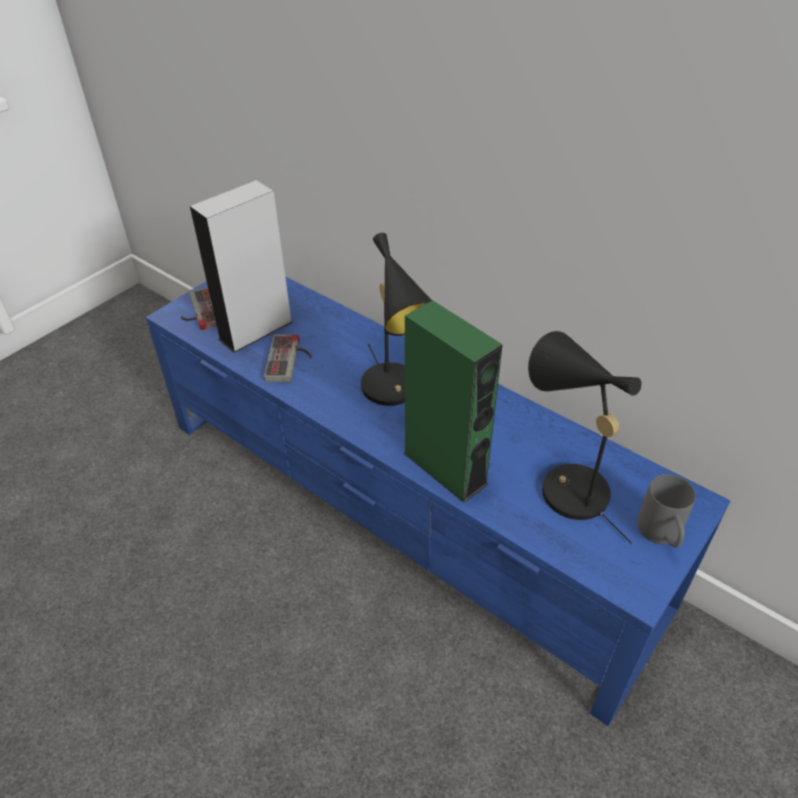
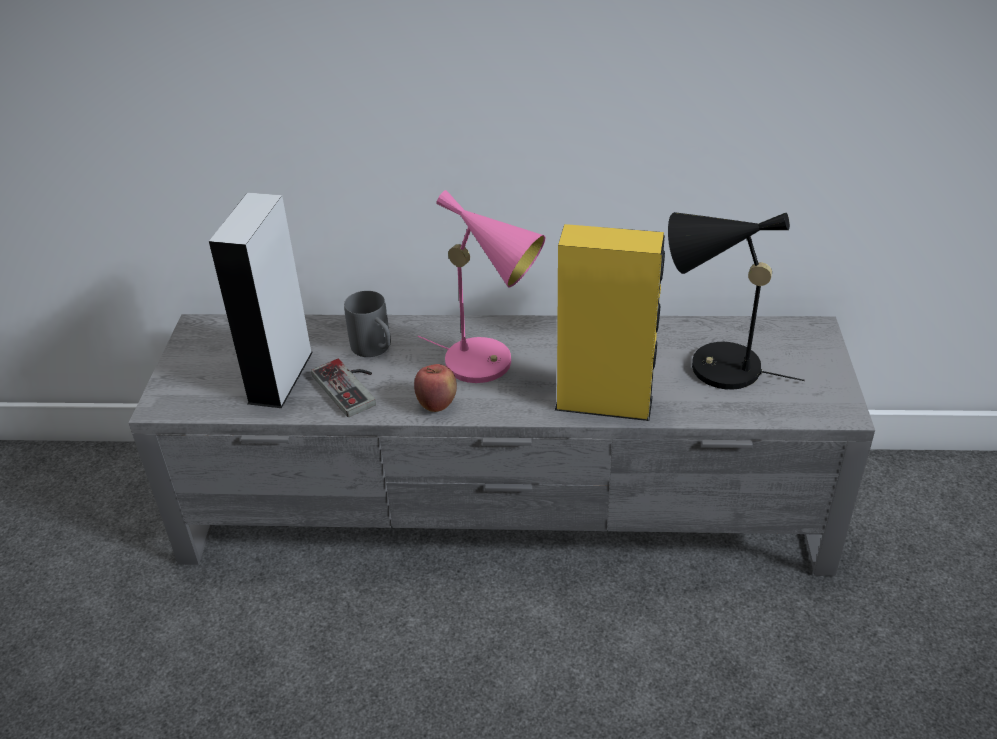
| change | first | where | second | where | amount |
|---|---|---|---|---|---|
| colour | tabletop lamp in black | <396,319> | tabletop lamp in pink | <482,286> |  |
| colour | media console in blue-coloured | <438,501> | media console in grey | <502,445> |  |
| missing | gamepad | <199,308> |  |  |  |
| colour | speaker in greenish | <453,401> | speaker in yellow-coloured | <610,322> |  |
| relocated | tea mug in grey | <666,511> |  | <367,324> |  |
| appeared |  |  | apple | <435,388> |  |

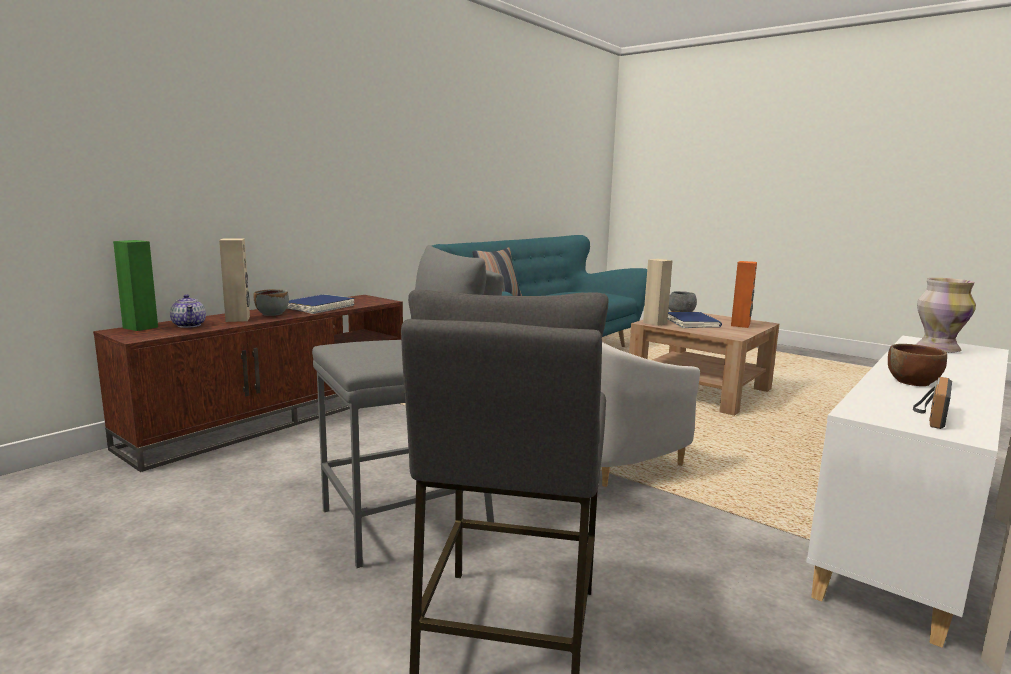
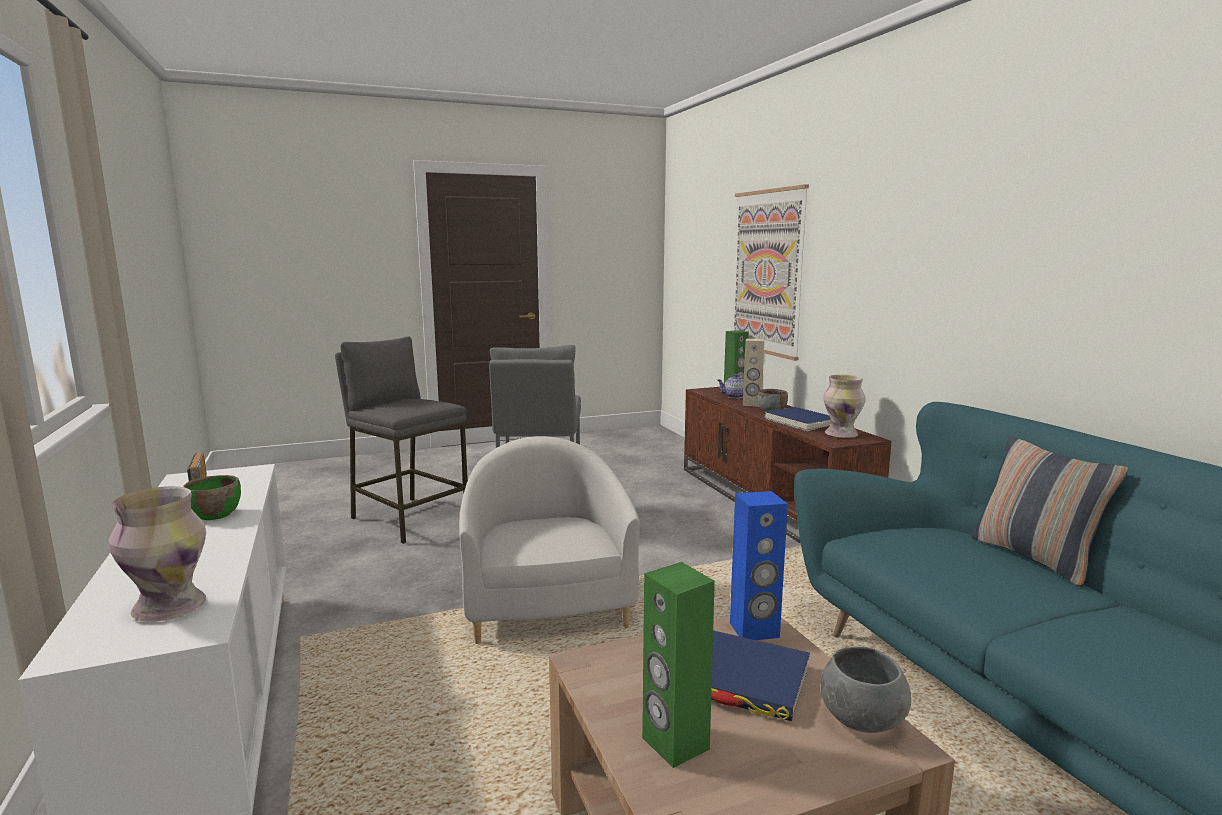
| change | first | where | second | where | amount |
|---|---|---|---|---|---|
| colour | speaker in beige | <658,292> | speaker in blue-coloured | <759,565> |  |
| colour | speaker in orangey | <744,294> | speaker in greenish | <678,665> |  |
| colour | serving bowl in brown-coloured | <917,365> | serving bowl in greenish | <212,497> |  |
| appeared |  |  | wall art | <770,272> |  |
| appeared |  |  | decorative vase | <844,406> |  |

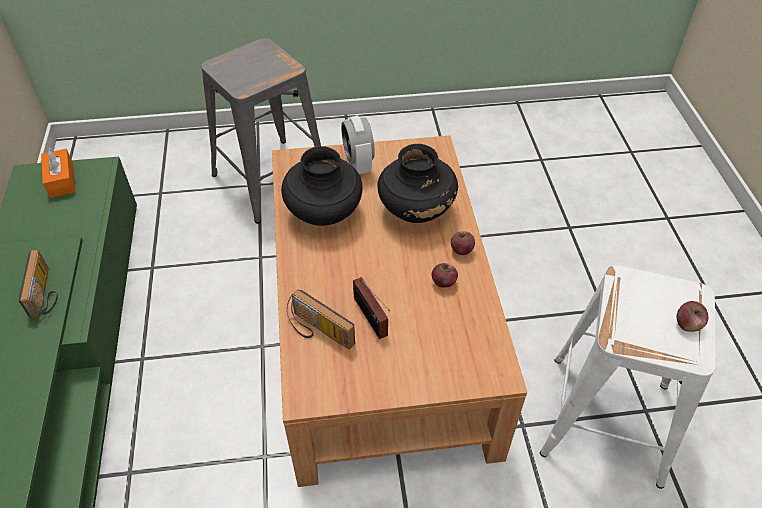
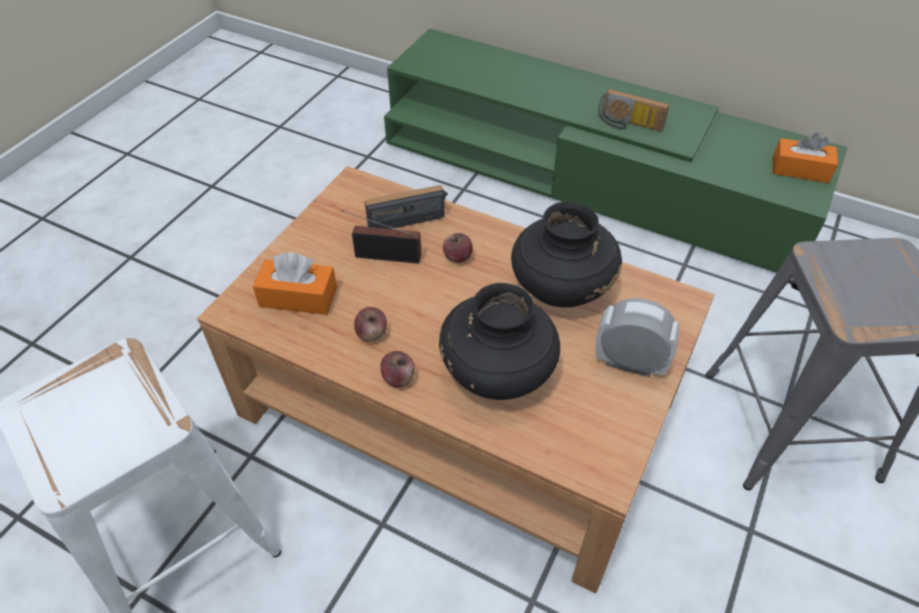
| change | first | where | second | where | amount |
|---|---|---|---|---|---|
| relocated | apple | <692,316> |  | <458,248> |  |
| appeared |  |  | box of tissues in orangey | <295,283> |  |

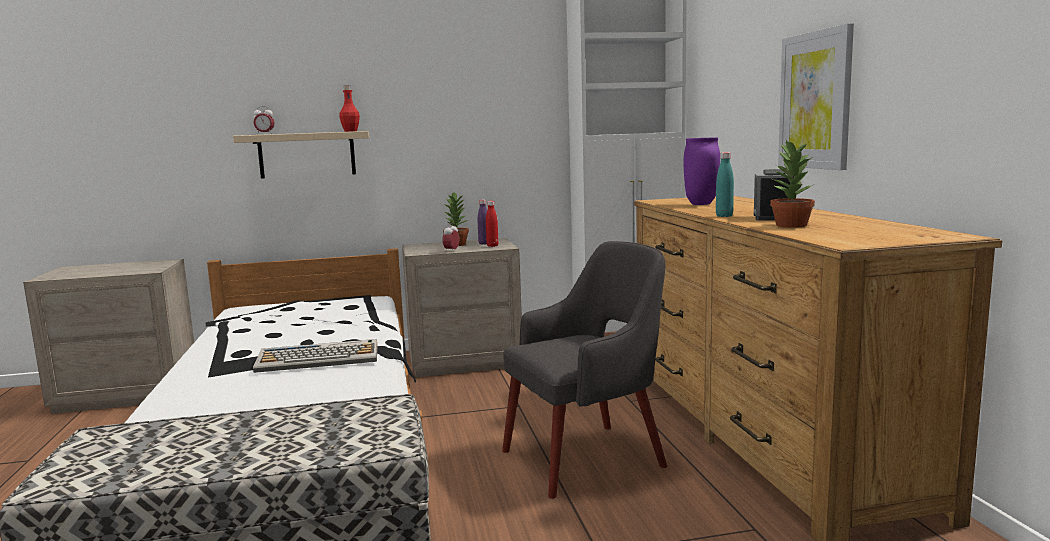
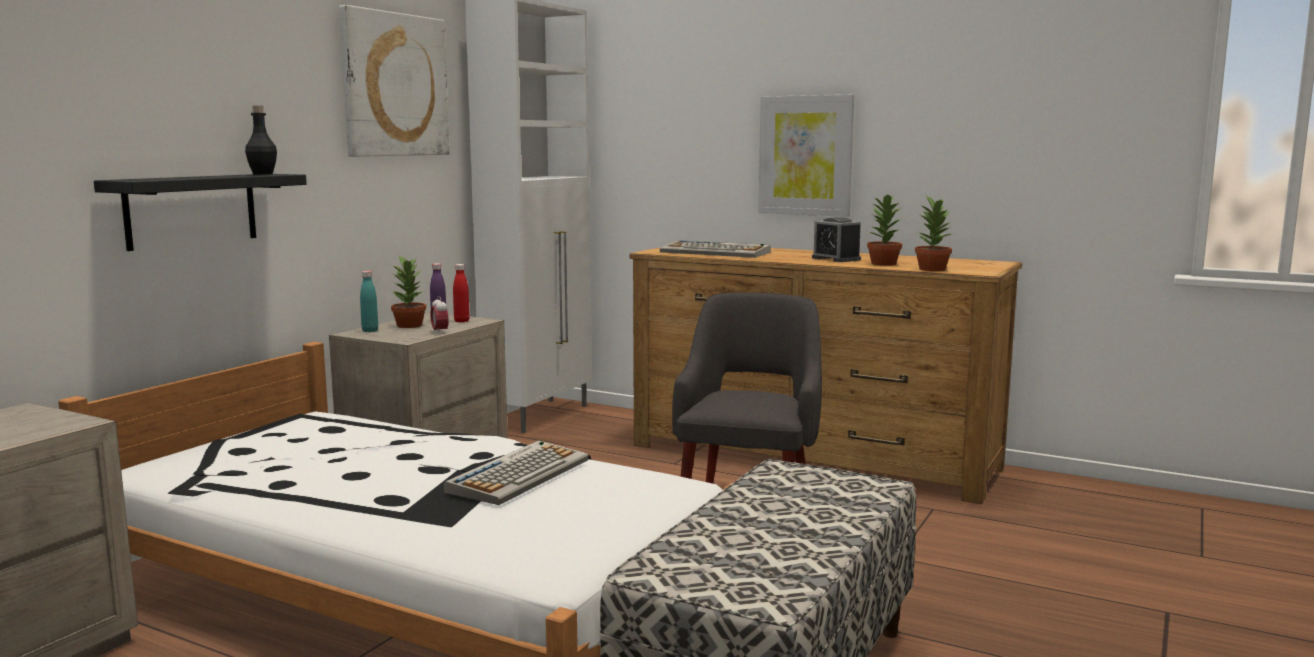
| change | first | where | second | where | amount |
|---|---|---|---|---|---|
| colour | drink bottle in red-coloured | <349,108> | drink bottle in black | <261,140> |  |
| missing | bedside clock | <263,120> |  |  |  |
| colour | wall shelf in beige | <301,155> | wall shelf in black | <200,212> |  |
| exchanged | decorative vase in purplish | <702,171> | keyboard | <715,249> |  |
| relocated | drink bottle in turquoise-coloured | <725,184> |  | <369,301> |  |
| appeared |  |  | wall art | <394,81> |  |
| appeared |  |  | potted plant | <934,233> |  |

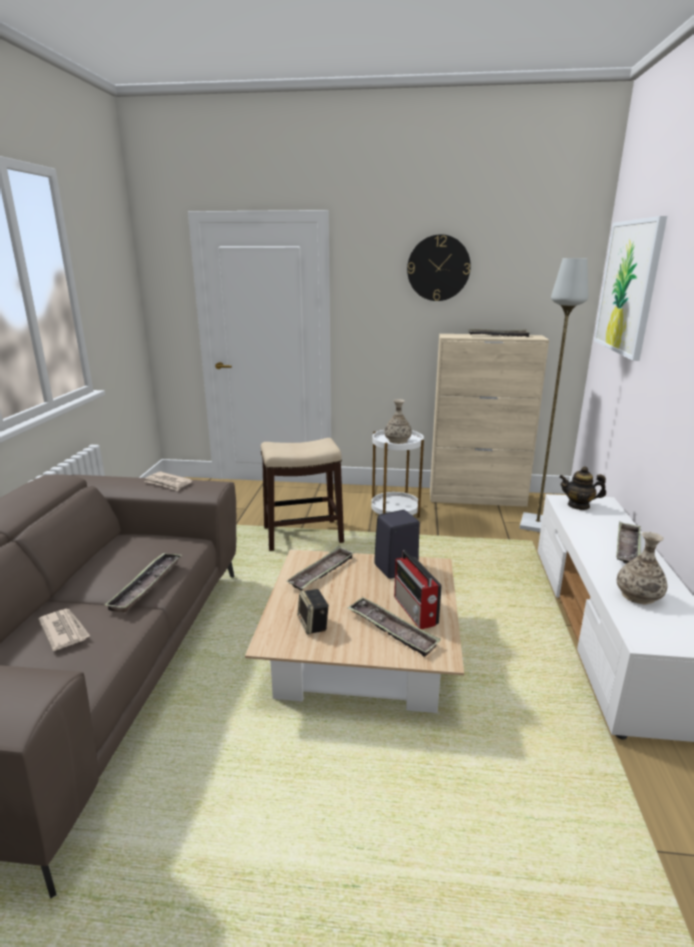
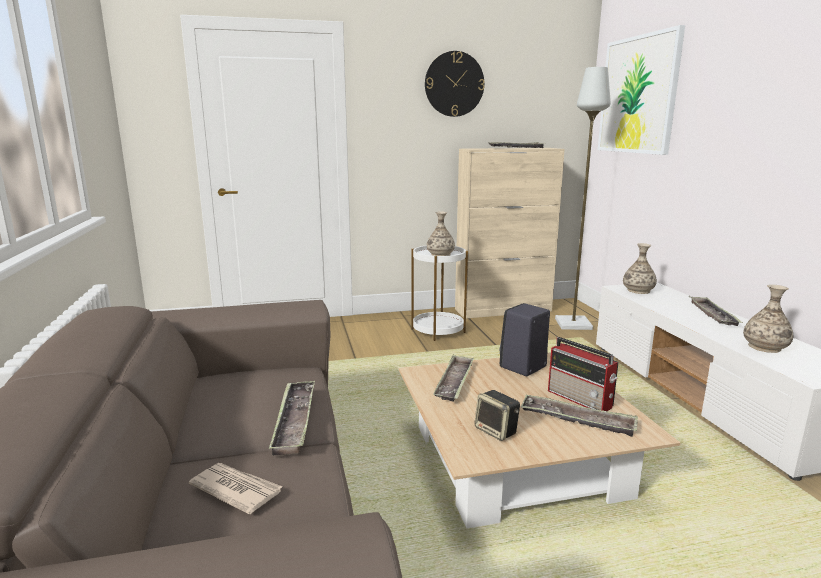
| change | first | where | second | where | amount |
|---|---|---|---|---|---|
| missing | sitting stool | <302,494> |  |  |  |
| exchanged | tea pot | <582,488> | decorative vase | <640,268> |  |
| missing | printed paper | <168,481> |  |  |  |

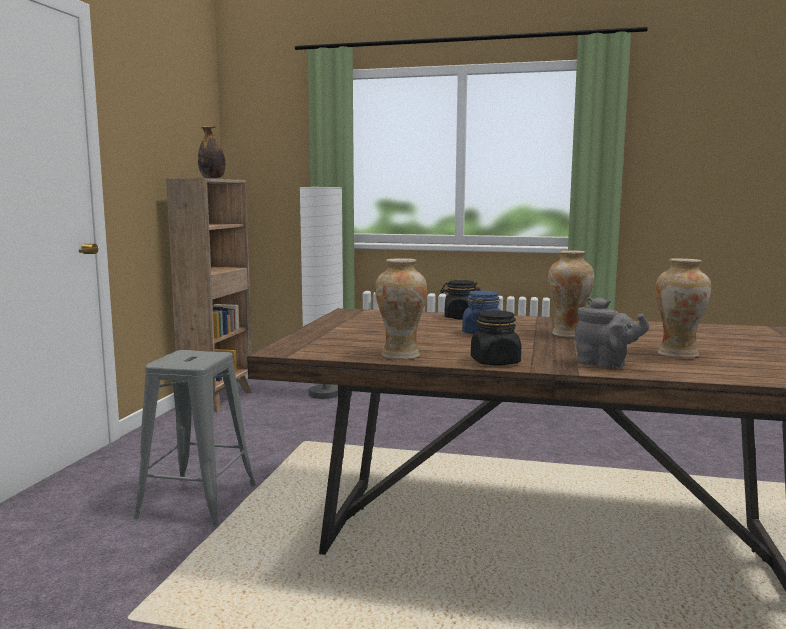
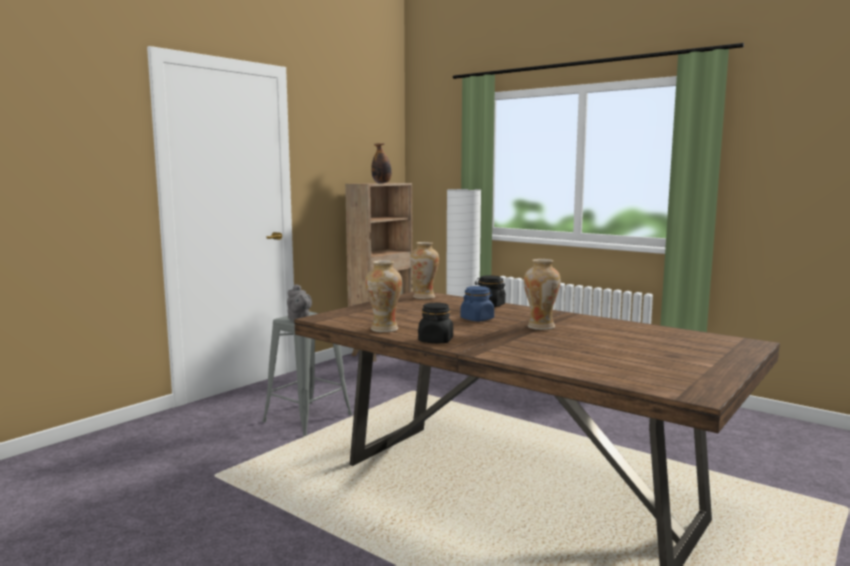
| change | first | where | second | where | amount |
|---|---|---|---|---|---|
| relocated | decorative vase | <683,308> |  | <424,270> |  |
| relocated | tea pot in grey | <612,332> |  | <299,302> |  |

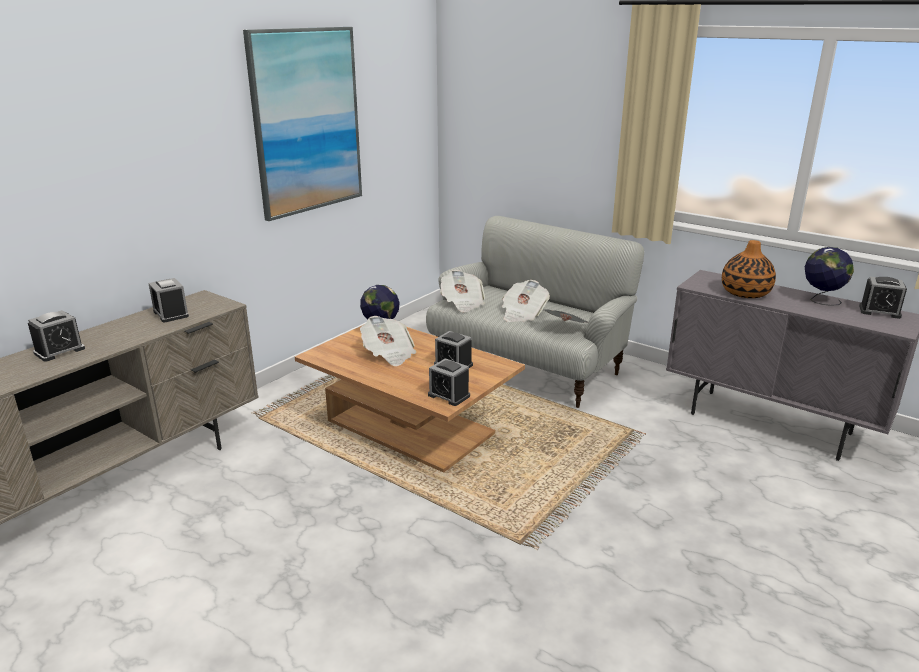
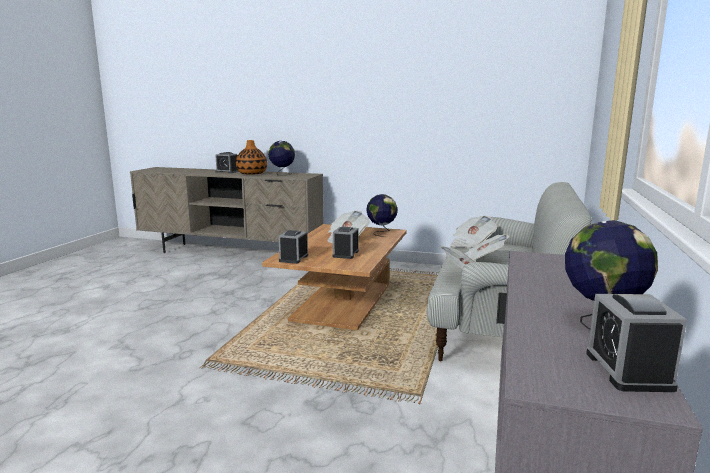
| change | first | where | second | where | amount |
|---|---|---|---|---|---|
| missing | wall art | <302,124> |  |  |  |
| relocated | decorative vase | <749,269> |  | <251,157> |  |
| exchanged | bedside clock | <168,300> | desk globe | <281,158> |  |

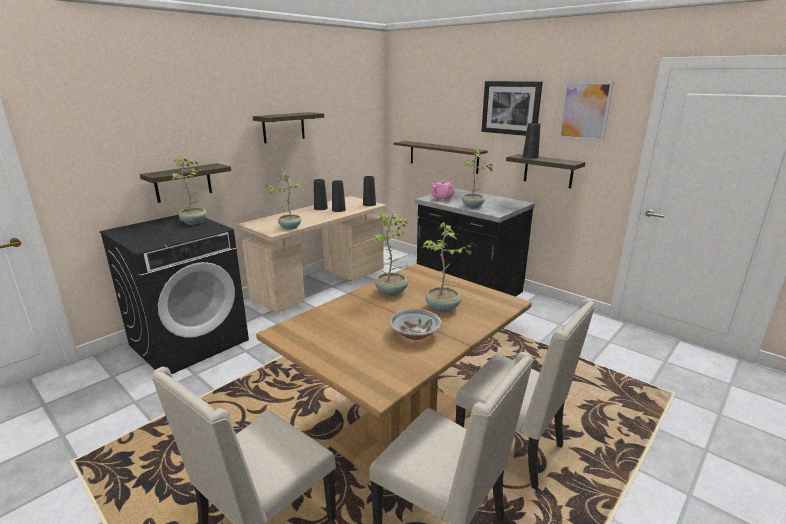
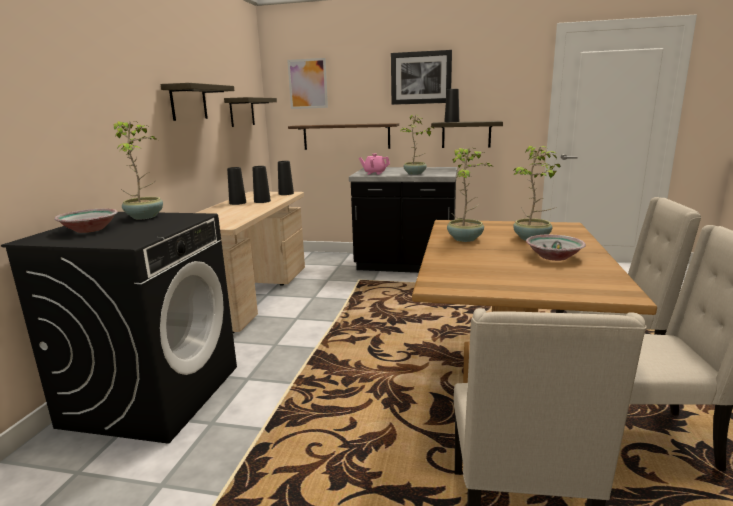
| change | first | where | second | where | amount |
|---|---|---|---|---|---|
| relocated | wall art | <586,111> |  | <307,83> |  |
| relocated | wall shelf | <185,183> |  | <250,112> |  |
| missing | potted plant | <283,200> |  |  |  |
| appeared |  |  | serving bowl | <86,220> |  |

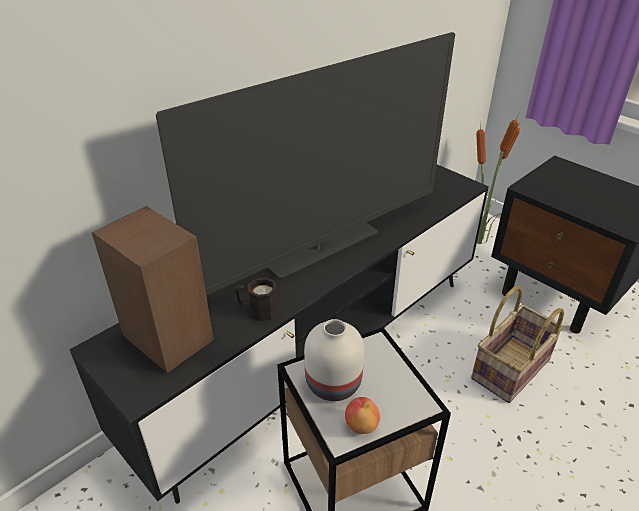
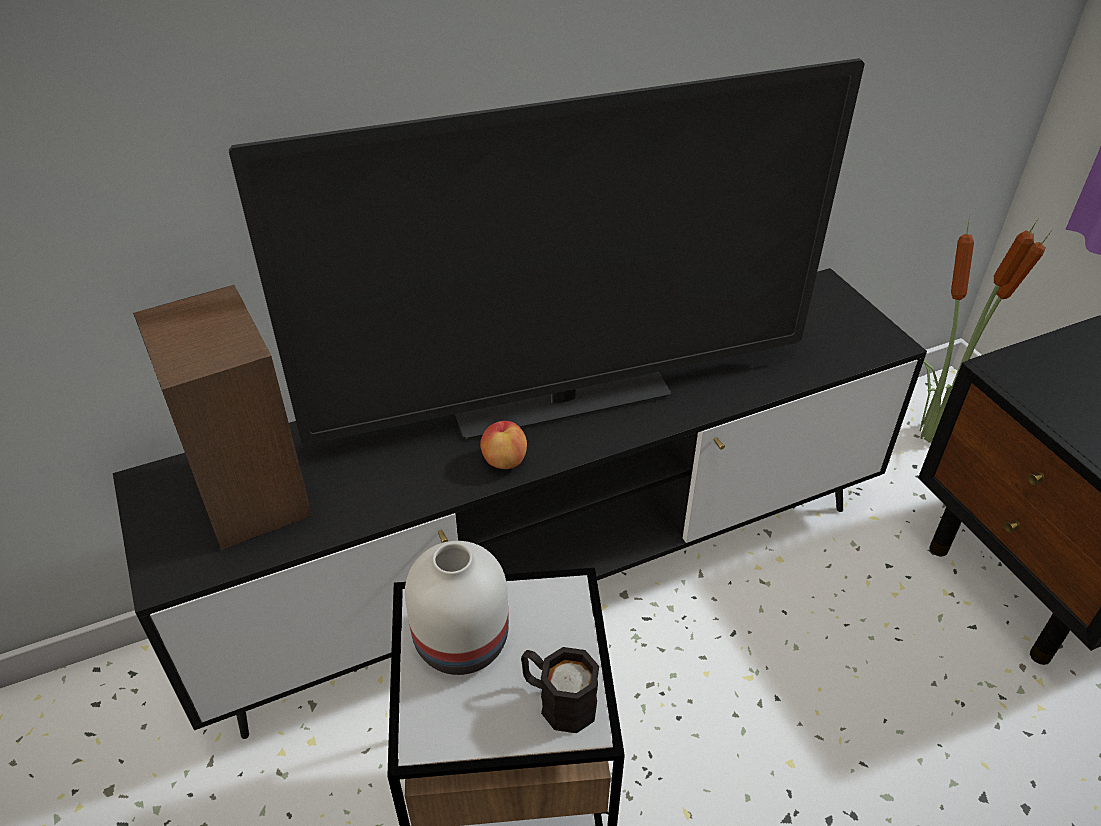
| change | first | where | second | where | amount |
|---|---|---|---|---|---|
| relocated | tea mug in black | <256,299> |  | <560,690> |  |
| missing | basket | <517,344> |  |  |  |
| relocated | apple | <362,415> |  | <503,445> |  |

